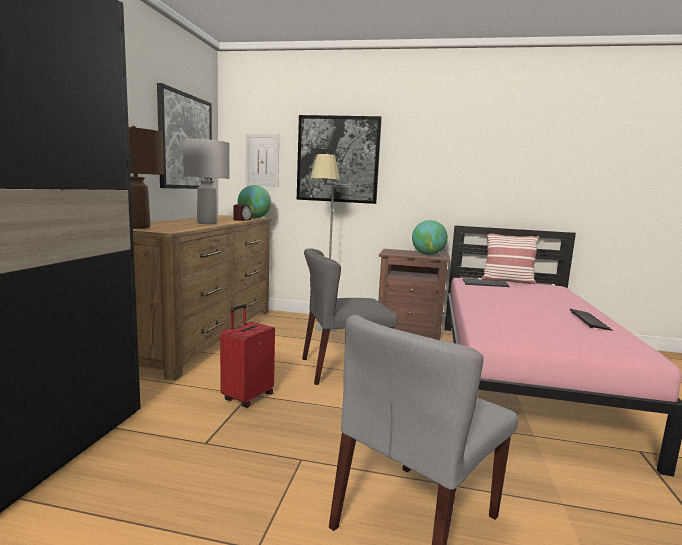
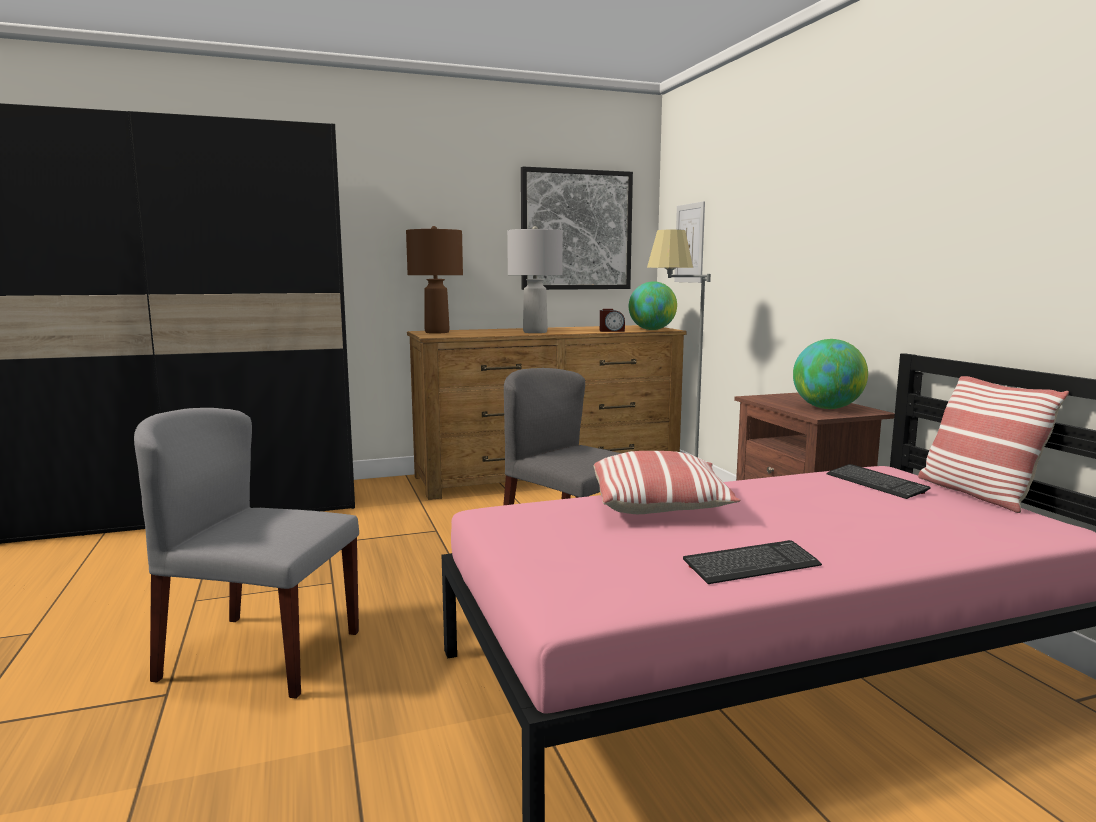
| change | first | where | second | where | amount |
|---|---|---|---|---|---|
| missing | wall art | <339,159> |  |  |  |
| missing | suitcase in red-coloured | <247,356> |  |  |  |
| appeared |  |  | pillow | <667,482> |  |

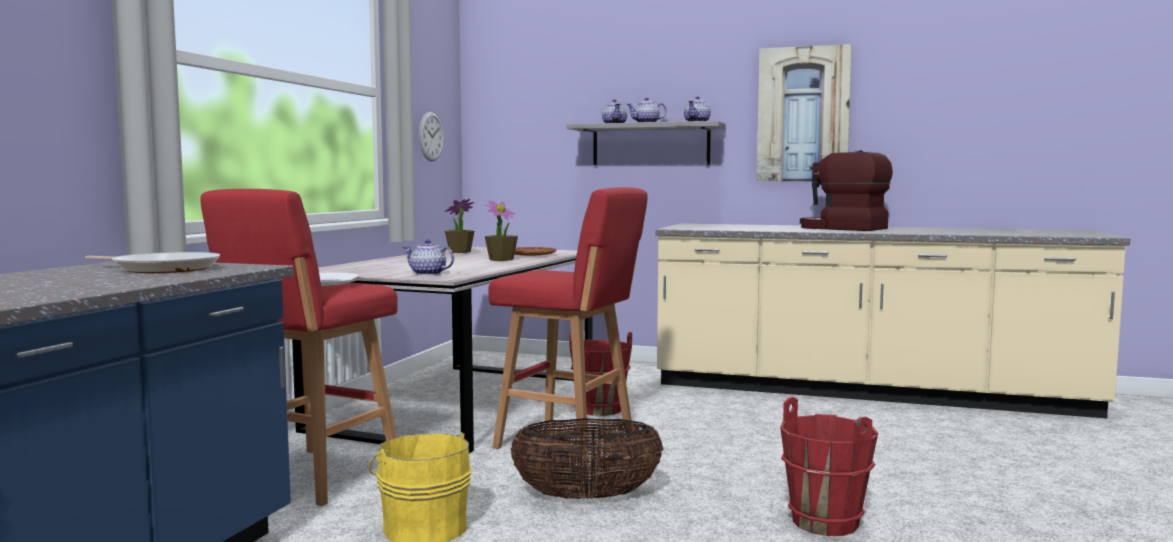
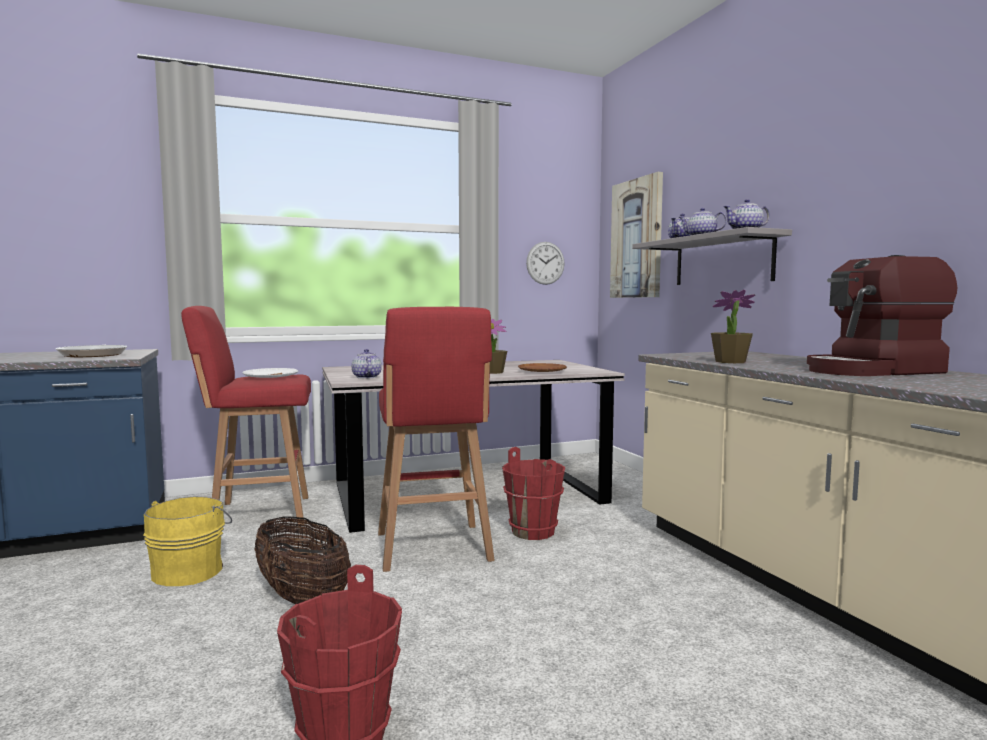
| change | first | where | second | where | amount |
|---|---|---|---|---|---|
| relocated | wall art | <804,113> |  | <636,235> |  |
| spun | coffee machine | <846,190> |  | <882,315> | 105 degrees counterclockwise |
| relocated | potted plant | <459,226> |  | <733,326> |  |

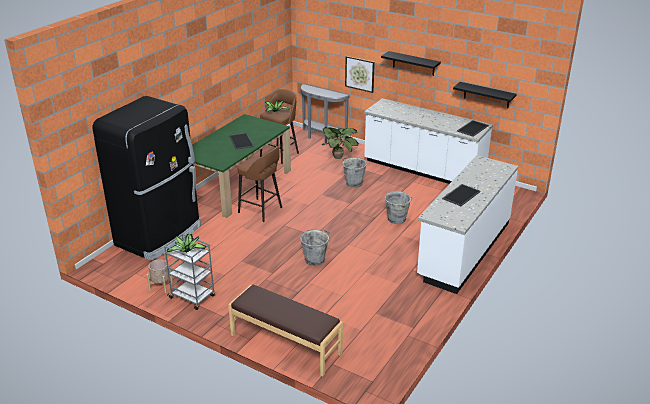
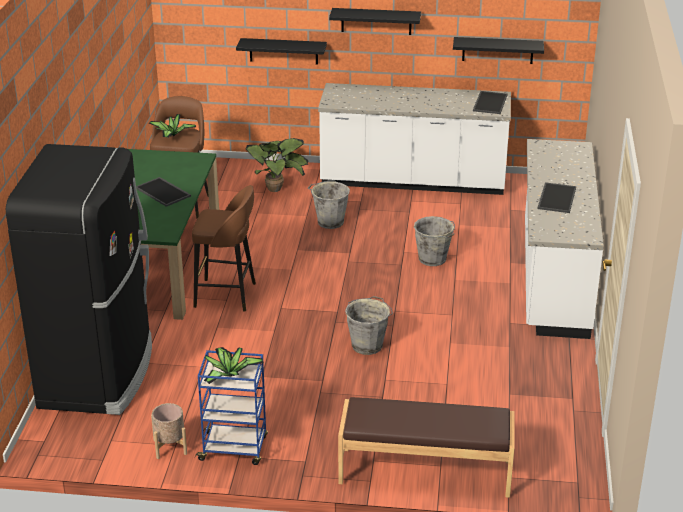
| change | first | where | second | where | amount |
|---|---|---|---|---|---|
| exchanged | wall art | <360,74> | wall shelf in black | <281,51> |  |
| missing | hall table in grey | <324,113> |  |  |  |
| colour | cart in grey | <189,272> | cart in blue-coloured | <231,407> |  |

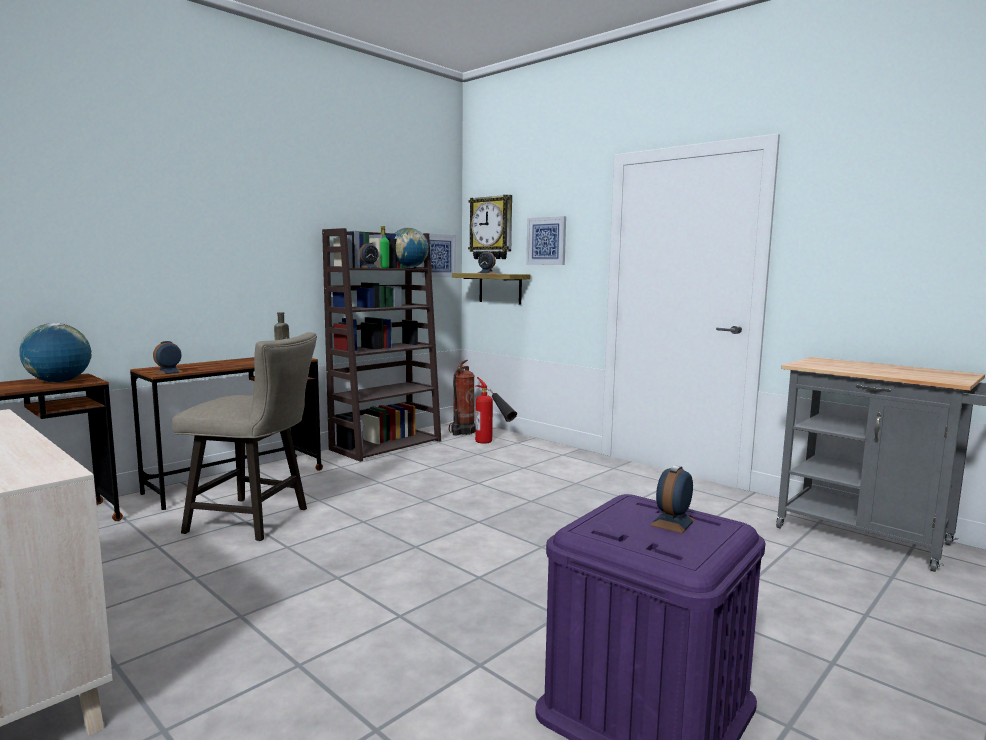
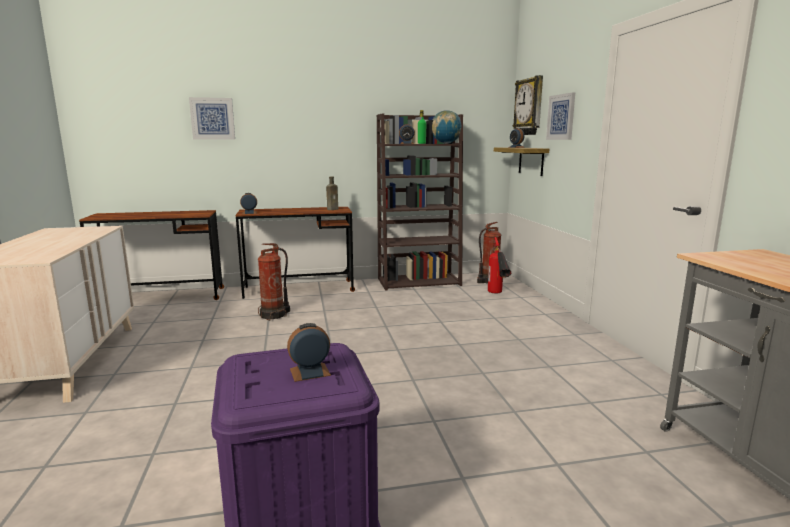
| change | first | where | second | where | amount |
|---|---|---|---|---|---|
| relocated | wall art | <439,256> |  | <212,118> |  |
| missing | desk globe | <55,353> |  |  |  |
| exchanged | sitting stool in beige | <244,436> | fire-fighting cylinder | <274,282> |  |

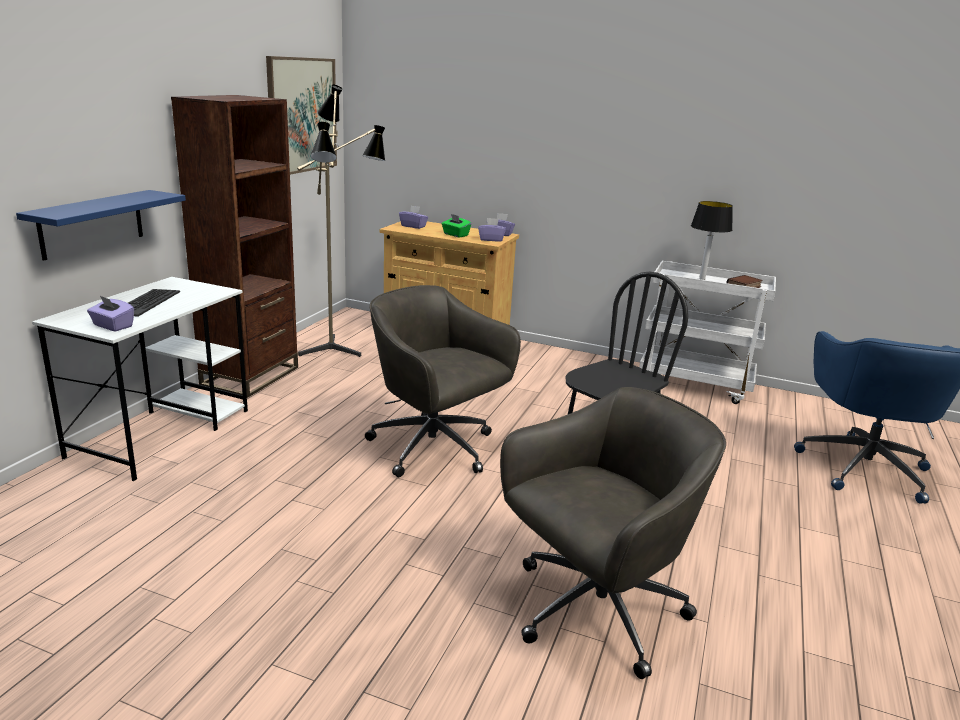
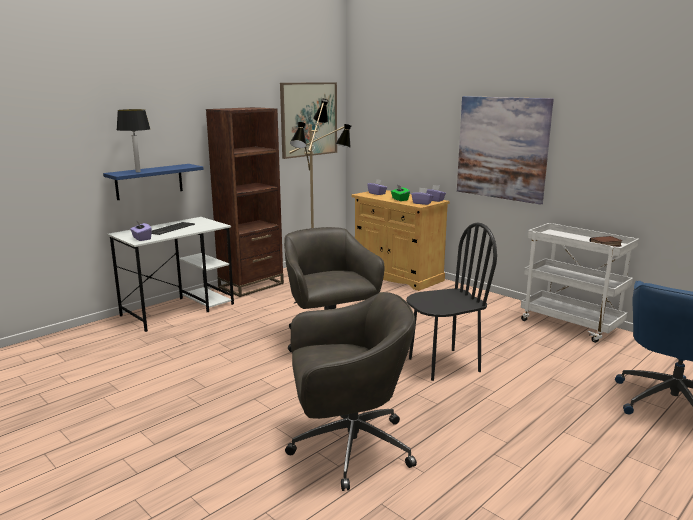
| change | first | where | second | where | amount |
|---|---|---|---|---|---|
| relocated | tabletop lamp | <712,240> |  | <133,140> |  |
| appeared |  |  | wall art | <505,150> |  |

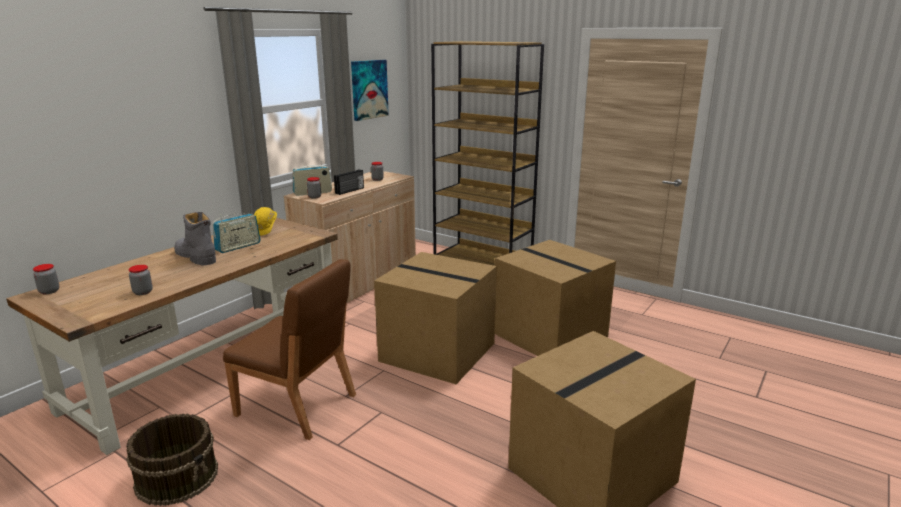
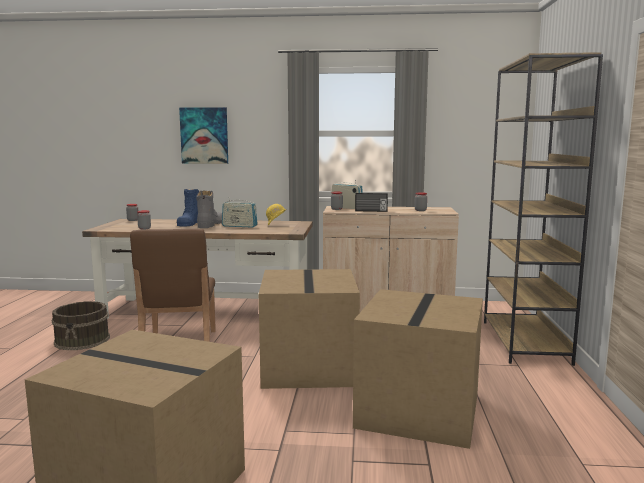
| change | first | where | second | where | amount |
|---|---|---|---|---|---|
| relocated | wall art | <370,90> |  | <203,135> |  |
| appeared |  |  | high-top boot in blue-coloured | <188,208> |  |

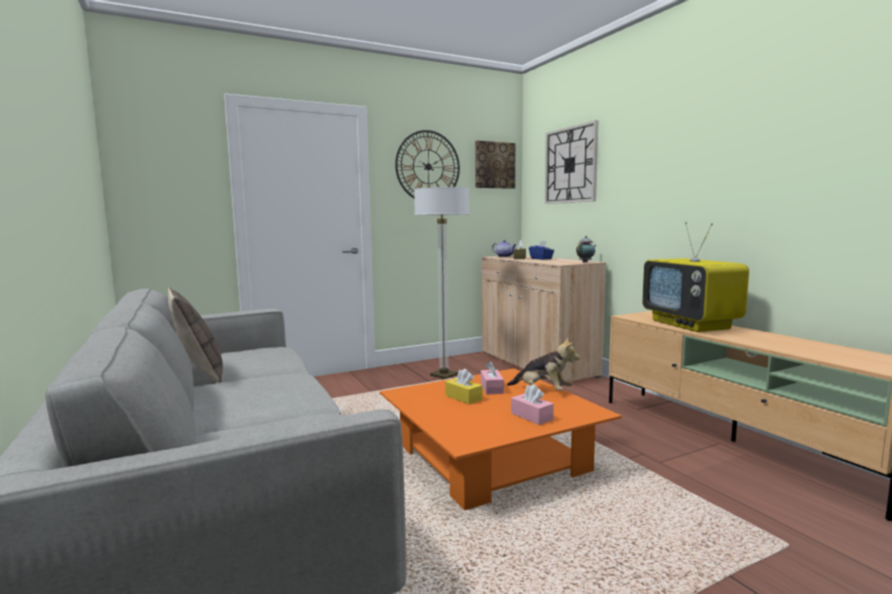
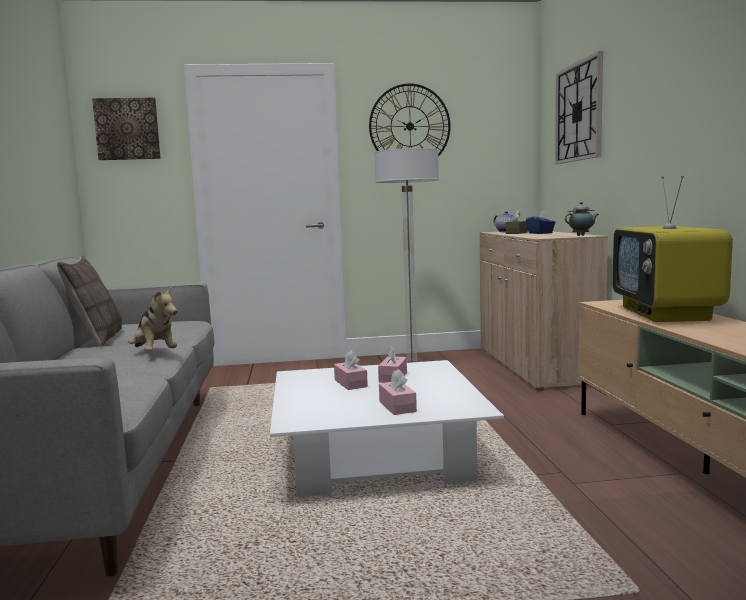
| change | first | where | second | where | amount |
|---|---|---|---|---|---|
| relocated | wall art | <495,165> |  | <126,129> |  |
| relocated | soft toy | <543,364> |  | <152,319> |  |
| colour | lounge table in orangey | <501,439> | lounge table in whitish | <387,428> |  |
| colour | box of tissues in yellow-coloured | <463,387> | box of tissues in pink | <351,370> |  |

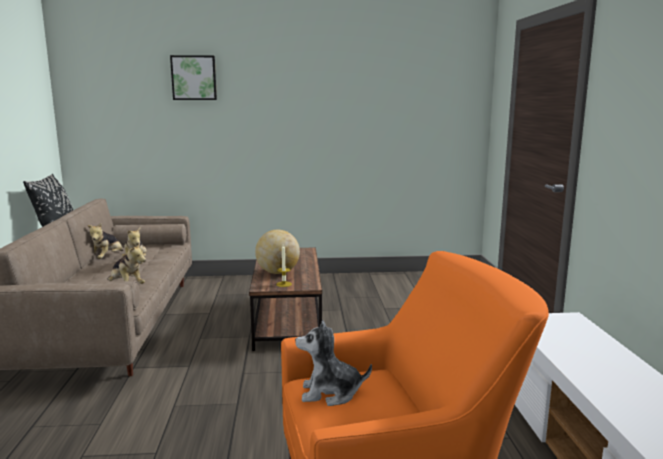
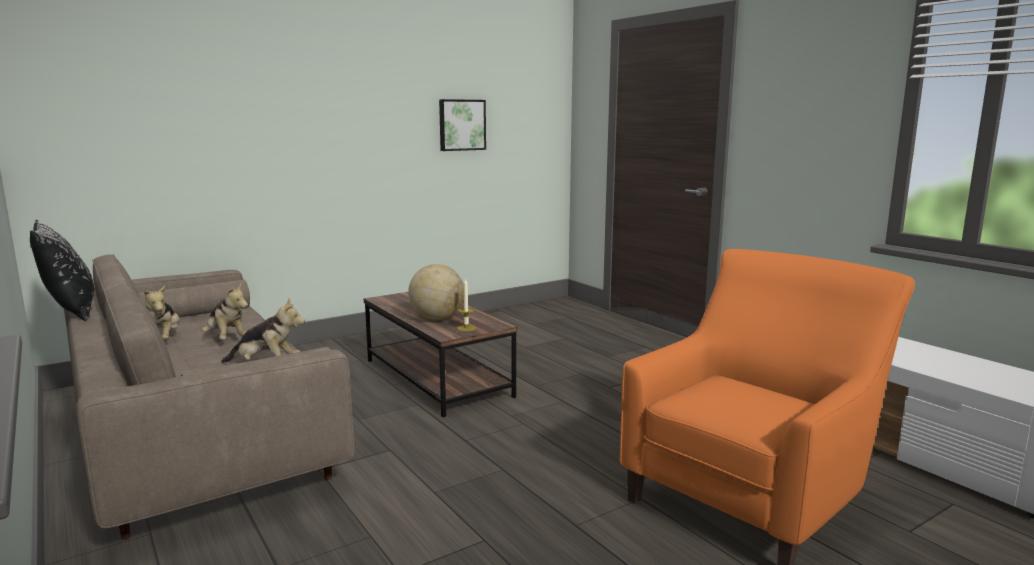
| change | first | where | second | where | amount |
|---|---|---|---|---|---|
| relocated | wall art | <193,77> |  | <462,125> |  |
| missing | soft toy | <333,363> |  |  |  |

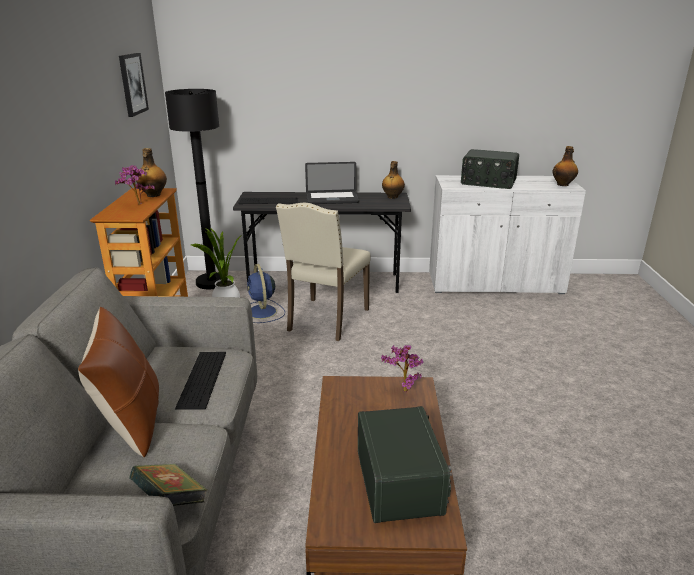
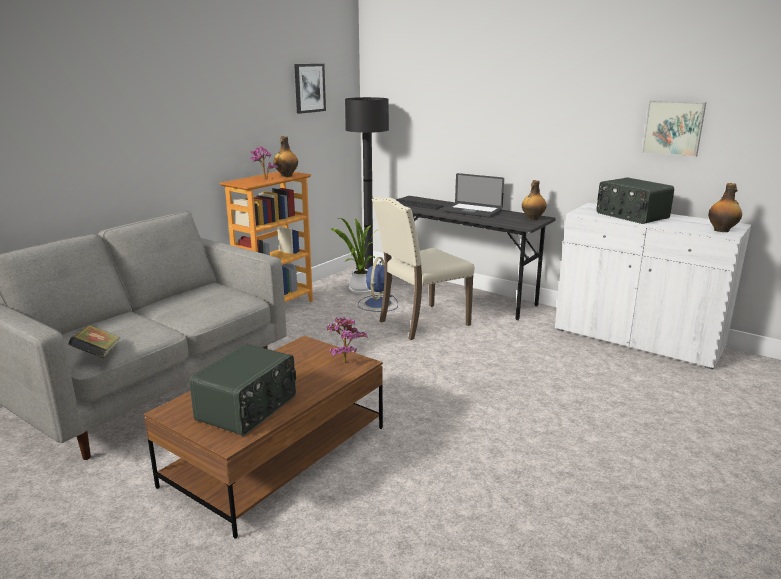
| change | first | where | second | where | amount |
|---|---|---|---|---|---|
| missing | pillow in brown-coloured | <118,382> |  |  |  |
| missing | keyboard | <200,381> |  |  |  |
| appeared |  |  | wall art | <674,128> |  |

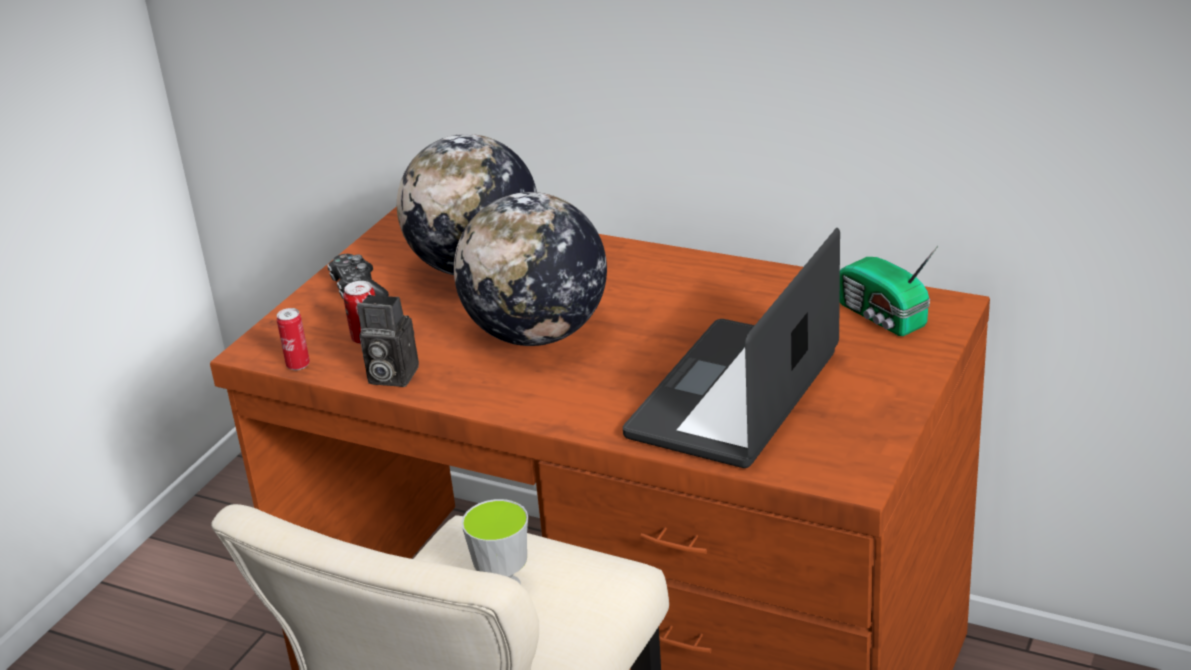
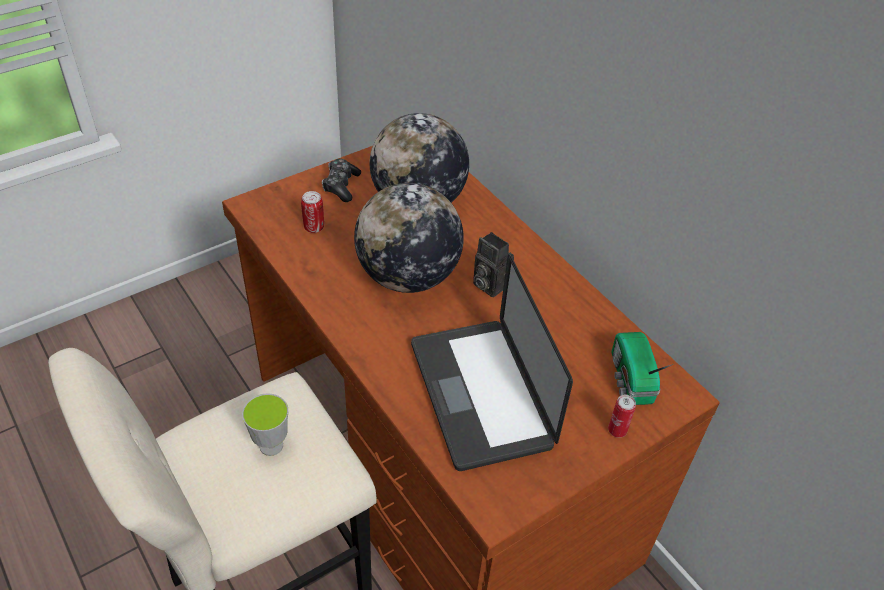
| change | first | where | second | where | amount |
|---|---|---|---|---|---|
| spun | laptop | <731,348> |  | <492,363> | 75 degrees counterclockwise |
| relocated | still camera | <388,341> |  | <493,264> |  |
| relocated | metal can | <293,339> |  | <622,416> |  |

